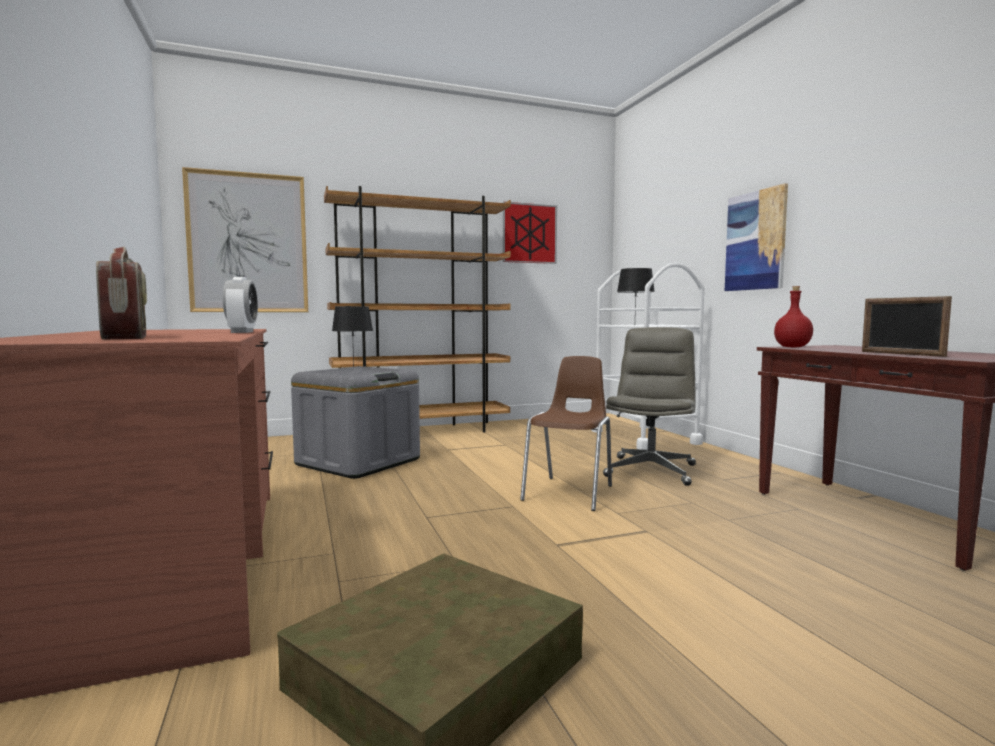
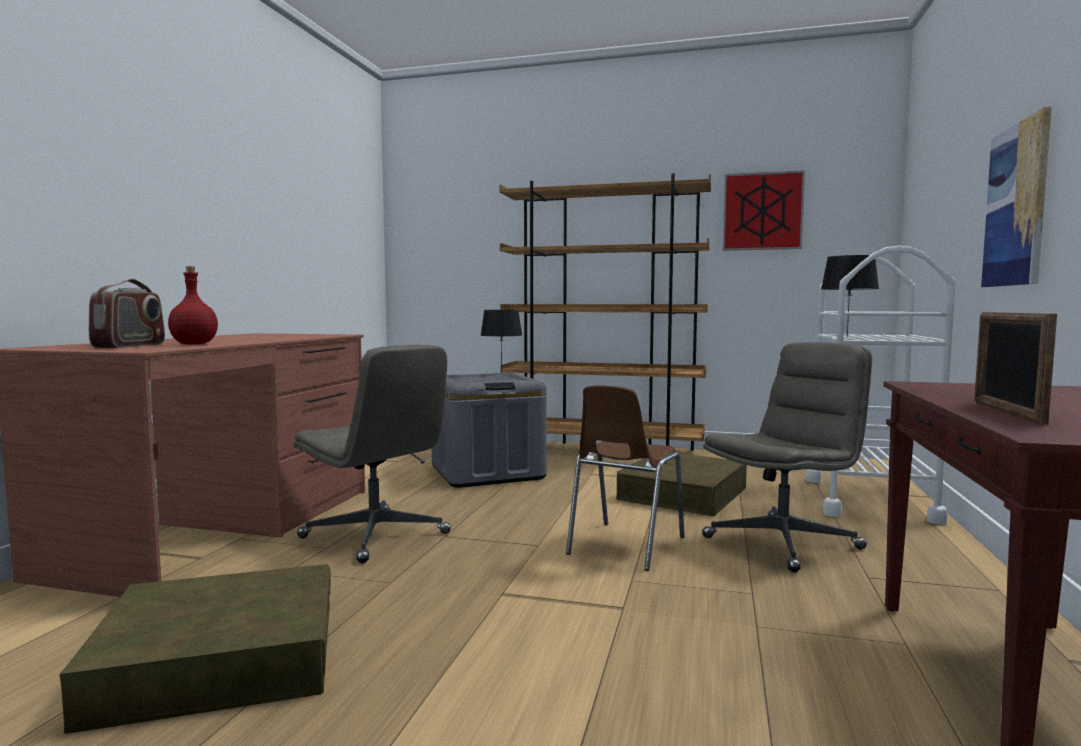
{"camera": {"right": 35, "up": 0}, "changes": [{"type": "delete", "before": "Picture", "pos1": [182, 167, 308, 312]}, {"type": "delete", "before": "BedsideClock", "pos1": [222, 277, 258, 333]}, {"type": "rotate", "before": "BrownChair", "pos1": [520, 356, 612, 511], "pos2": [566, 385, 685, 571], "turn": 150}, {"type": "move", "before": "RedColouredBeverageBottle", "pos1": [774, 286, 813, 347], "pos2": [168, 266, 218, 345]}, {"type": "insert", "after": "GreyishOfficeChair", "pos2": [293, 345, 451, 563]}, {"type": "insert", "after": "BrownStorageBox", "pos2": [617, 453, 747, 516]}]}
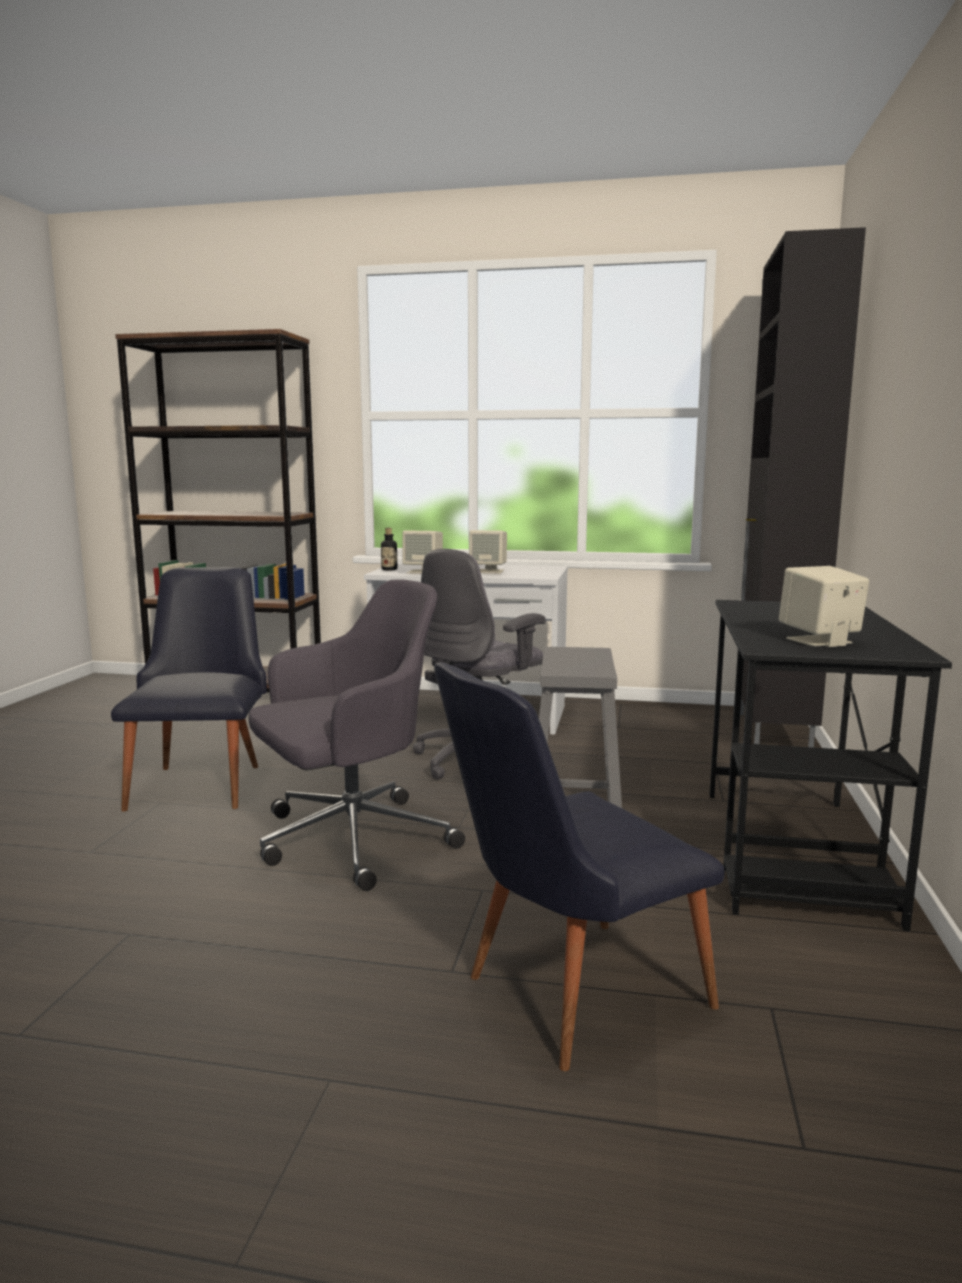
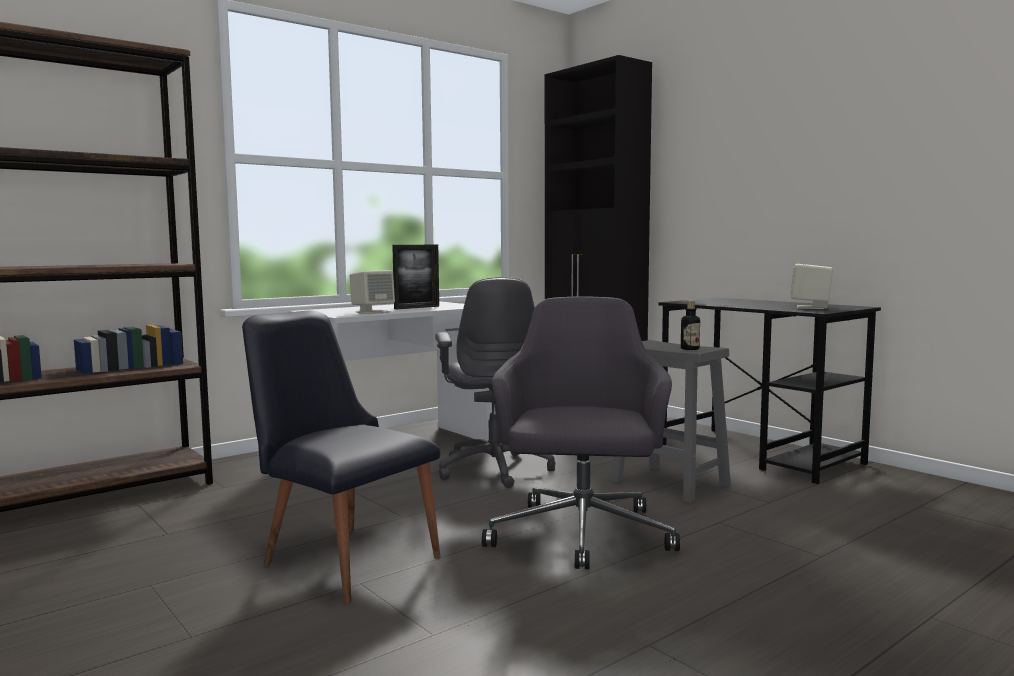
{"camera": {"right": -50, "up": -5}, "changes": [{"type": "move", "before": "BeverageBottle", "pos1": [381, 528, 397, 570], "pos2": [681, 301, 700, 350]}, {"type": "delete", "before": "BlackishChair", "pos1": [434, 662, 725, 1071]}, {"type": "replace", "before": "SandColouredSpeaker", "after": "PictureFrame", "pos1": [469, 530, 507, 574], "pos2": [392, 245, 439, 309]}]}
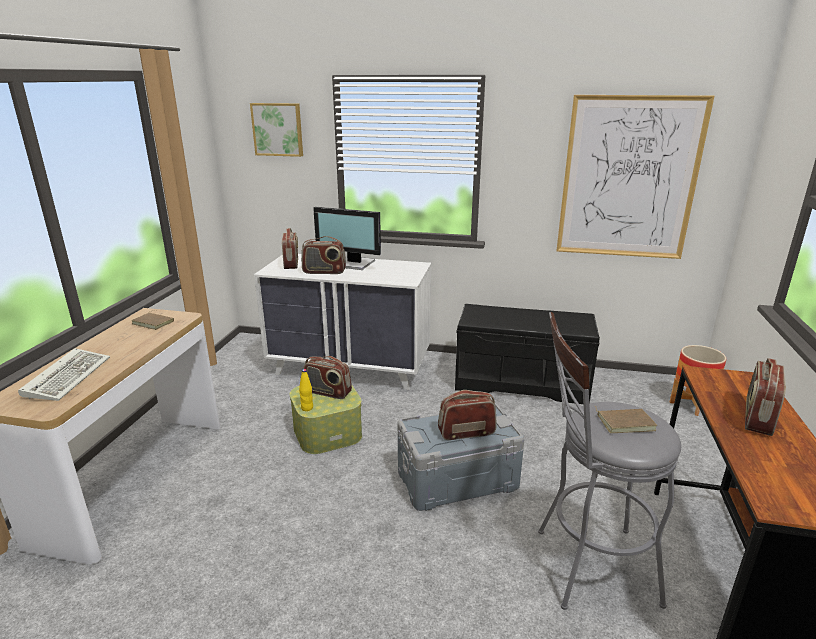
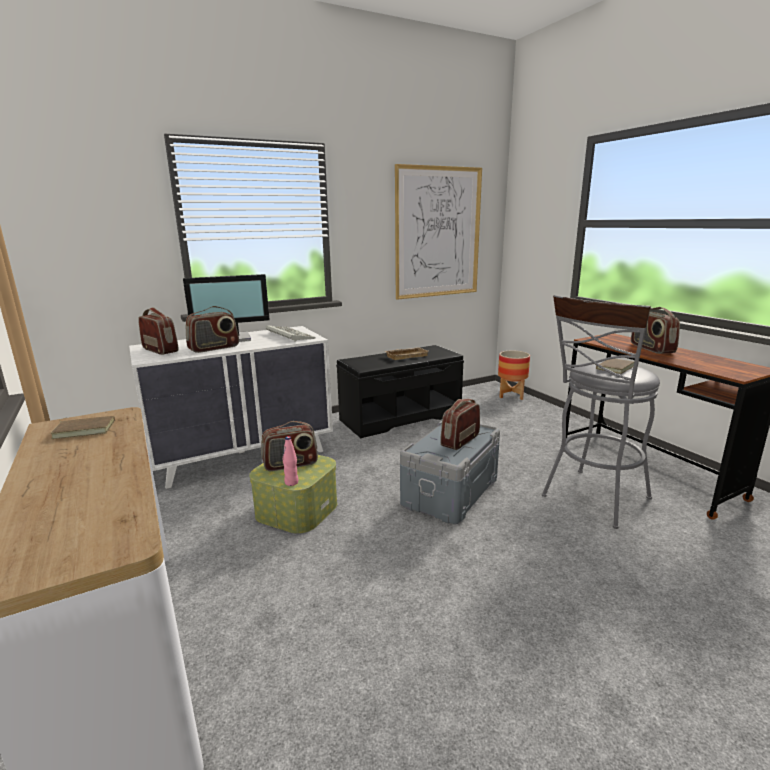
{"camera": {"right": -40, "up": -5}, "changes": [{"type": "move", "before": "ComputerKeyboard", "pos1": [18, 348, 110, 401], "pos2": [266, 325, 316, 342]}, {"type": "delete", "before": "Picture", "pos1": [250, 103, 303, 157]}, {"type": "recolor", "before": "YellowBeverageBottle", "after": "PinkishBeverageBottle", "pos1": [299, 369, 313, 411], "pos2": [283, 436, 298, 486]}, {"type": "insert", "after": "SandColouredCarryingTray", "pos2": [385, 347, 428, 360]}]}
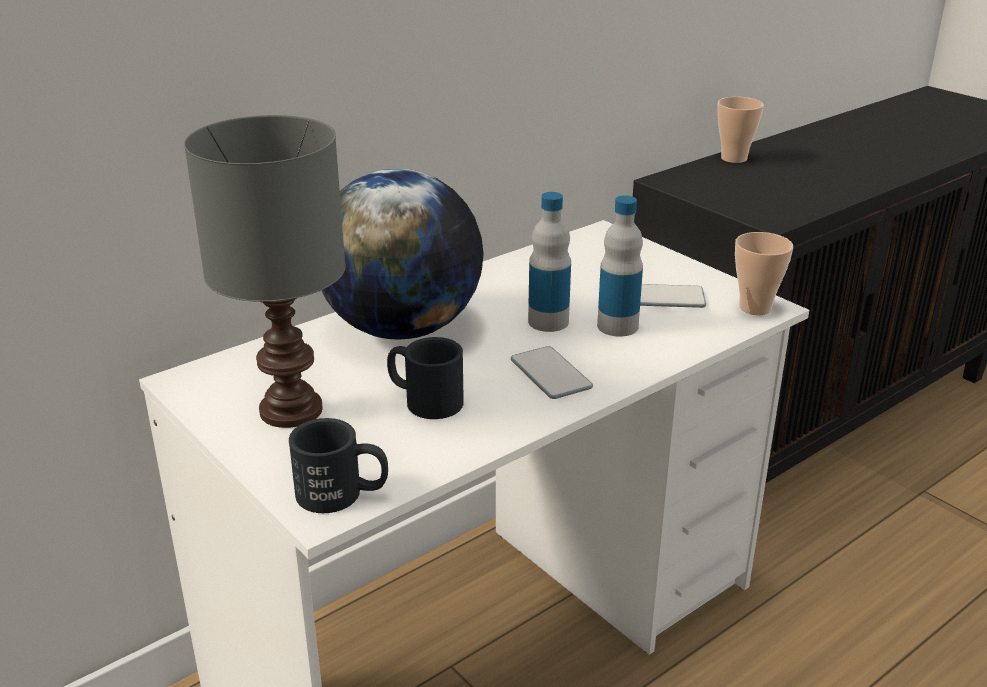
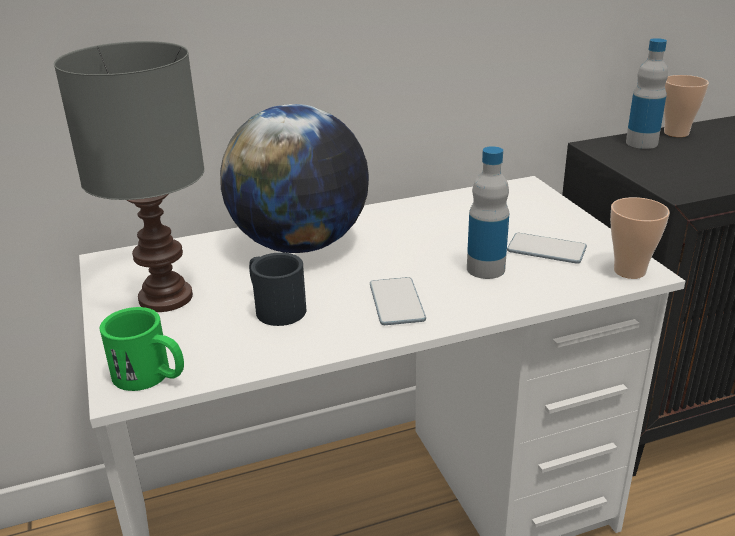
{"camera": {"right": 20, "up": 0}, "changes": [{"type": "recolor", "before": "BlackishTeaMug", "after": "GreenishTeaMug", "pos1": [289, 418, 388, 513], "pos2": [100, 307, 184, 391]}, {"type": "move", "before": "BeverageBottle", "pos1": [528, 192, 571, 332], "pos2": [626, 38, 668, 149]}]}
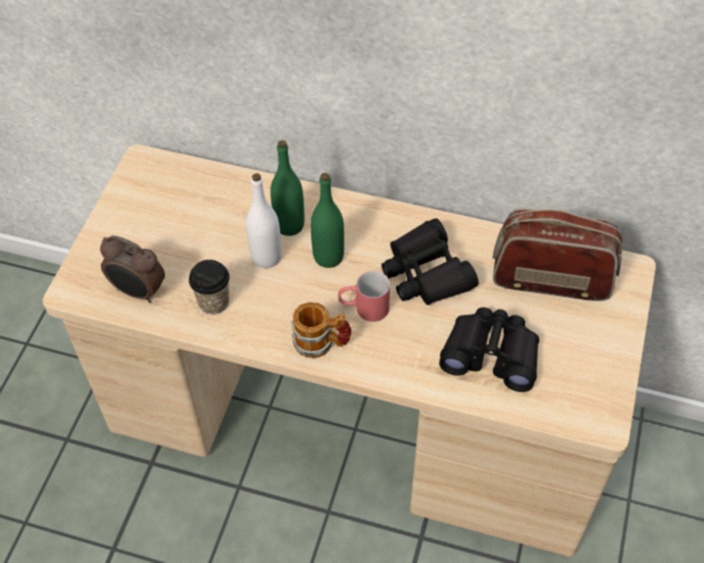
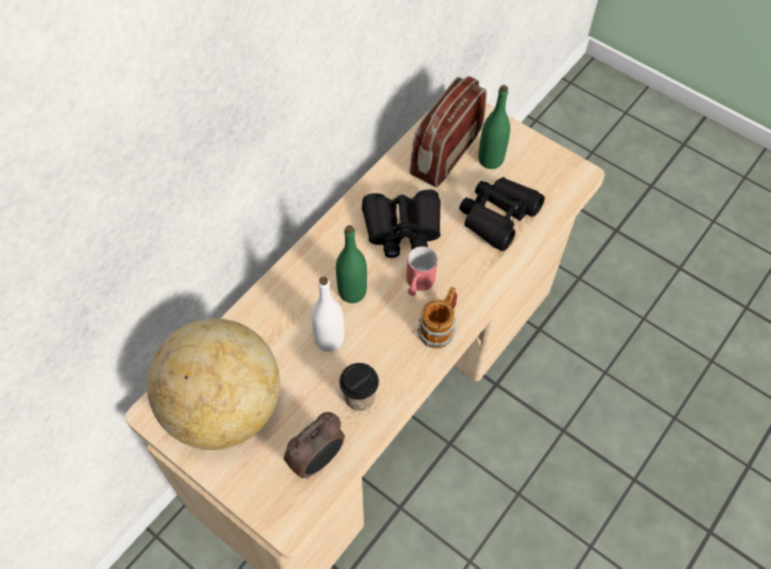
{"camera": {"right": -70, "up": 5}, "changes": [{"type": "move", "before": "GreenishBeverageBottle", "pos1": [270, 140, 304, 236], "pos2": [478, 85, 510, 169]}, {"type": "insert", "after": "DeskGlobe", "pos2": [147, 319, 280, 450]}]}
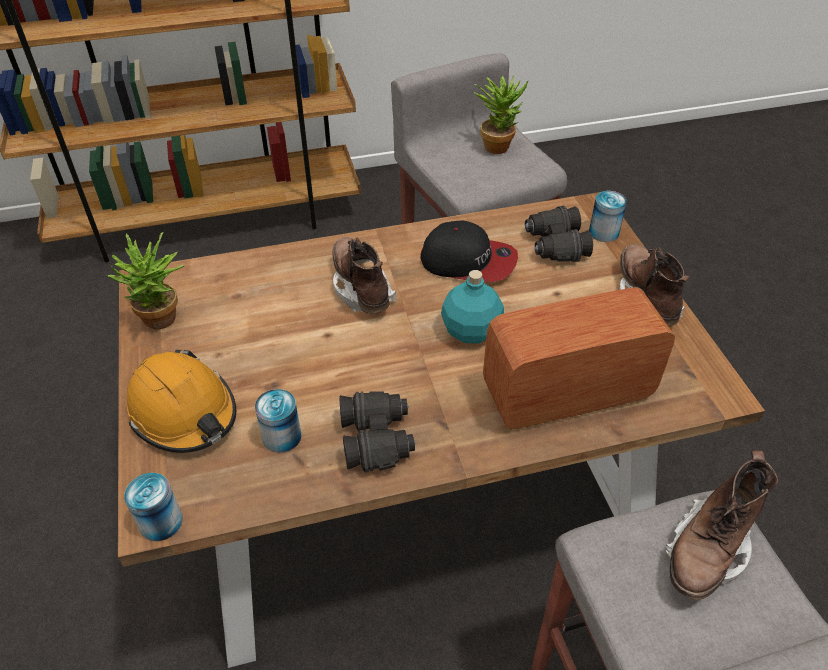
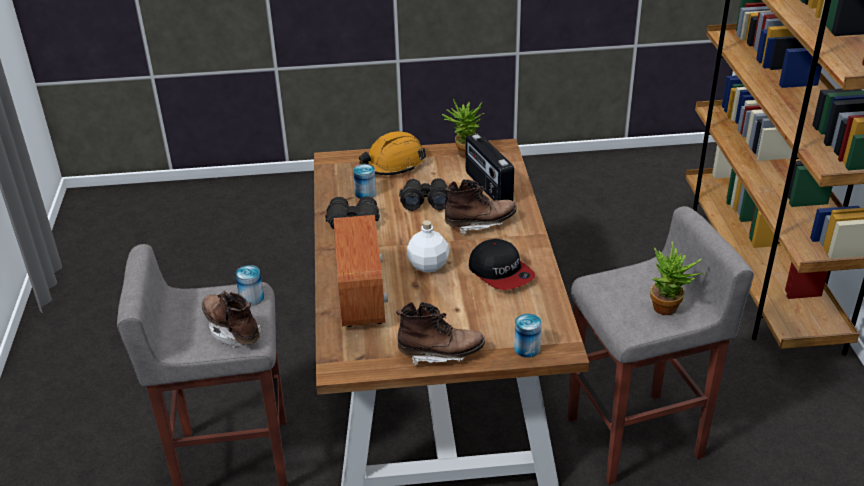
{"camera": {"right": 100, "up": -10}, "changes": [{"type": "move", "before": "SealedCan", "pos1": [124, 473, 183, 541], "pos2": [235, 265, 264, 306]}, {"type": "rotate", "before": "Cap", "pos1": [421, 221, 518, 282], "pos2": [469, 239, 535, 290], "turn": -60}, {"type": "recolor", "before": "BlueGreenBeverageBottle", "after": "WhiteBeverageBottle", "pos1": [441, 270, 504, 344], "pos2": [407, 220, 449, 273]}, {"type": "move", "before": "BlackishPairOfBinoculars", "pos1": [525, 206, 593, 262], "pos2": [399, 178, 448, 211]}, {"type": "insert", "after": "RadioReceiver", "pos2": [466, 133, 514, 201]}]}
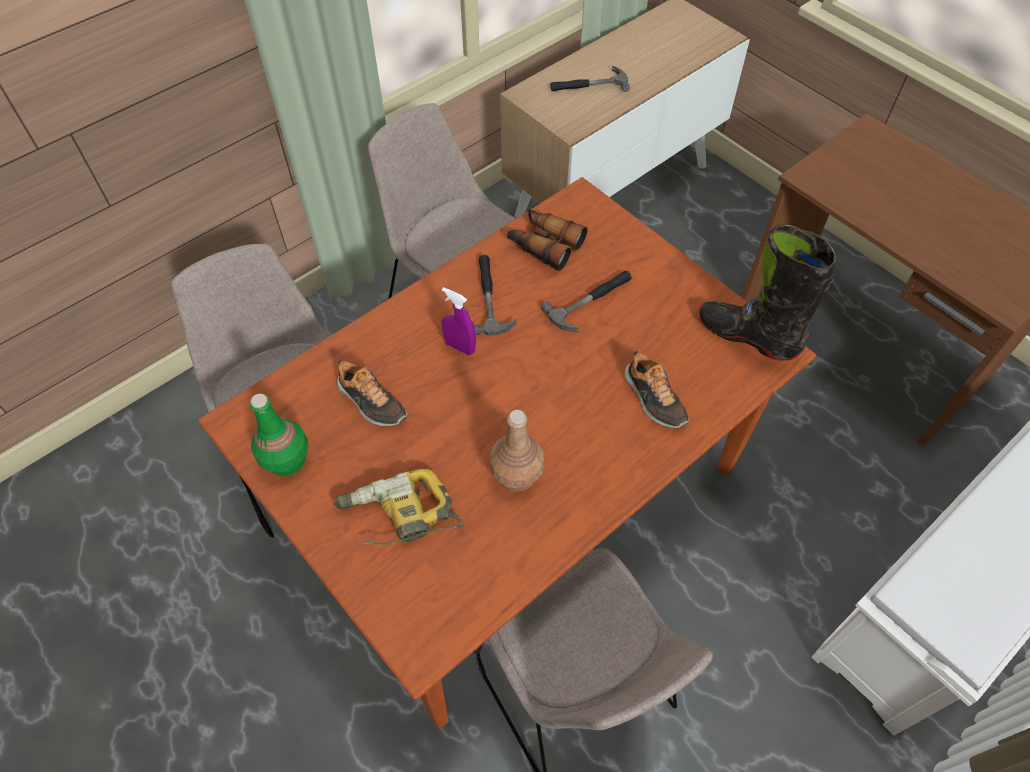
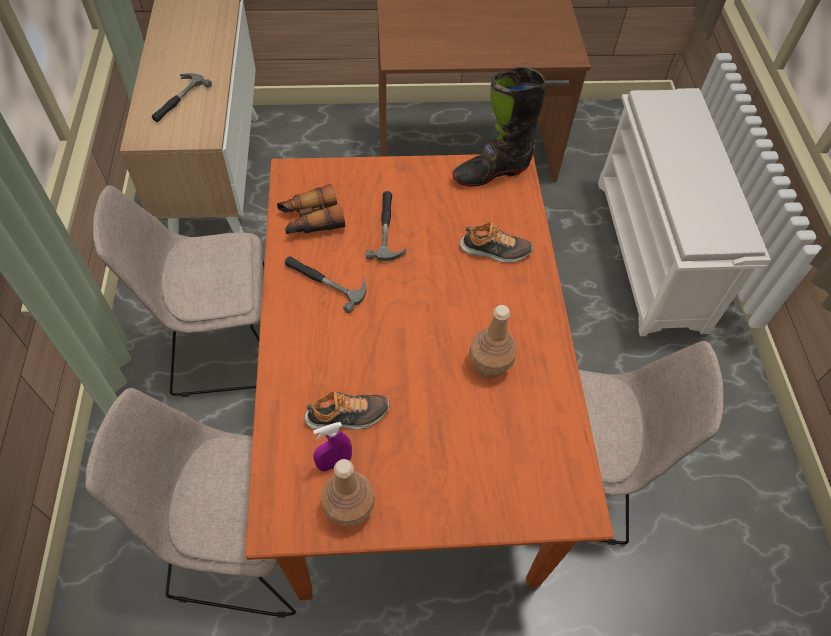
{"camera": {"right": -55, "up": 0}, "changes": [{"type": "recolor", "before": "GreenishBeverageBottle", "after": "BrownBeverageBottle", "pos1": [250, 394, 309, 476], "pos2": [321, 459, 375, 527]}, {"type": "delete", "before": "ElectricDrill", "pos1": [333, 469, 464, 545]}, {"type": "move", "before": "PurplishSprayBottle", "pos1": [442, 287, 476, 355], "pos2": [313, 422, 352, 472]}]}
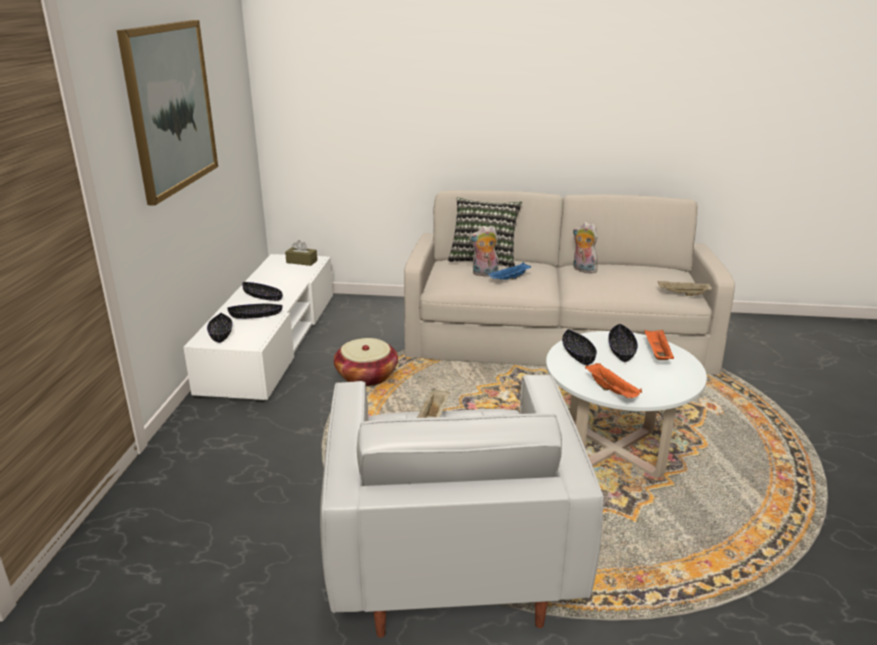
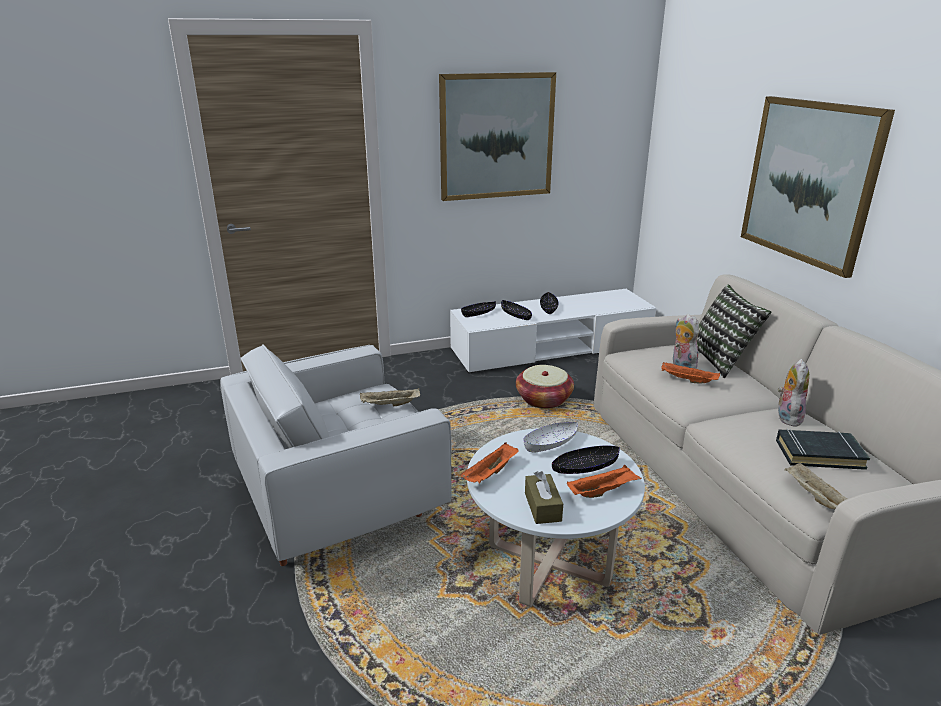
{"camera": {"right": 65, "up": 0}, "changes": [{"type": "move", "before": "BrownBoxOfTissues", "pos1": [285, 240, 317, 266], "pos2": [525, 471, 563, 524]}, {"type": "recolor", "before": "BluishCarryingTray", "after": "OrangeyCarryingTray", "pos1": [487, 262, 531, 280], "pos2": [661, 362, 720, 383]}, {"type": "recolor", "before": "BlackishBowl", "after": "WhiteBowl", "pos1": [562, 329, 597, 366], "pos2": [524, 422, 578, 453]}, {"type": "insert", "after": "Picture", "pos2": [741, 96, 895, 278]}, {"type": "insert", "after": "BlackishBook", "pos2": [776, 429, 870, 470]}]}
